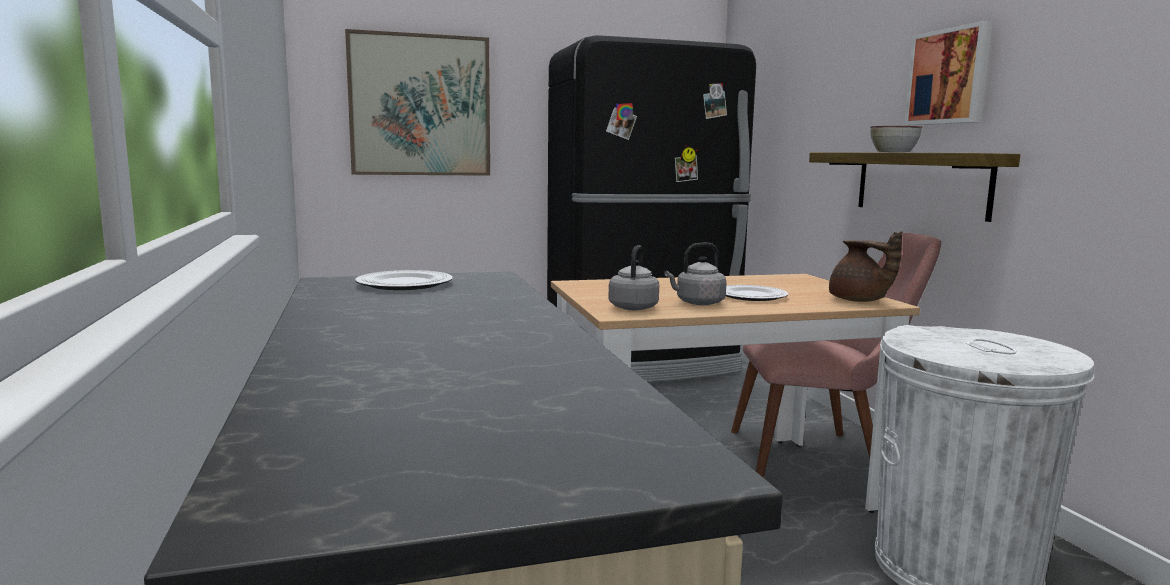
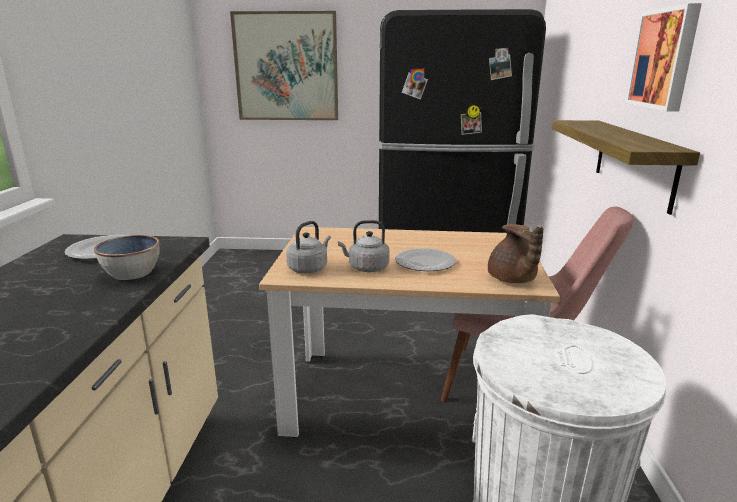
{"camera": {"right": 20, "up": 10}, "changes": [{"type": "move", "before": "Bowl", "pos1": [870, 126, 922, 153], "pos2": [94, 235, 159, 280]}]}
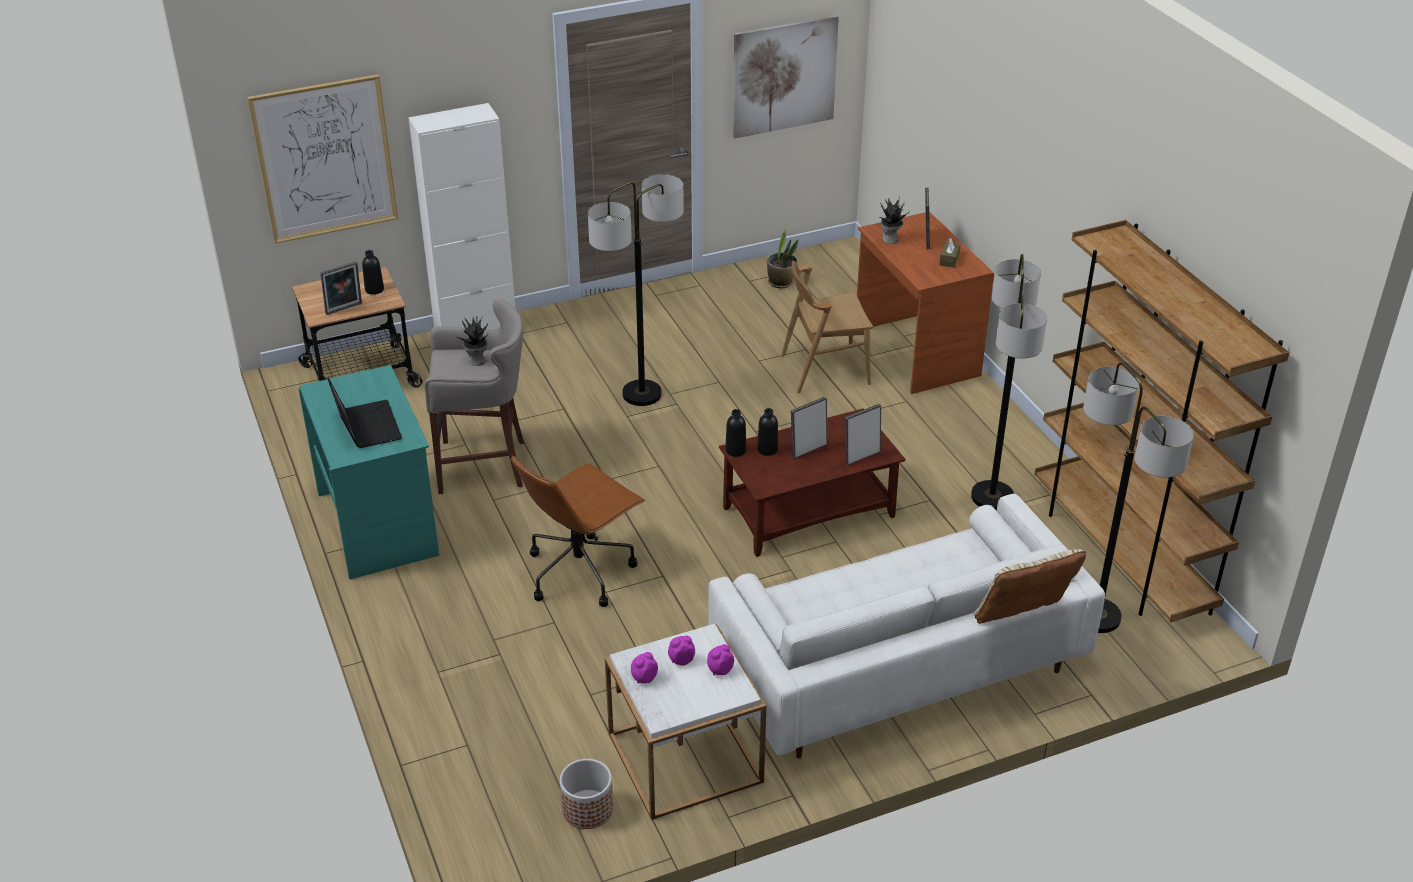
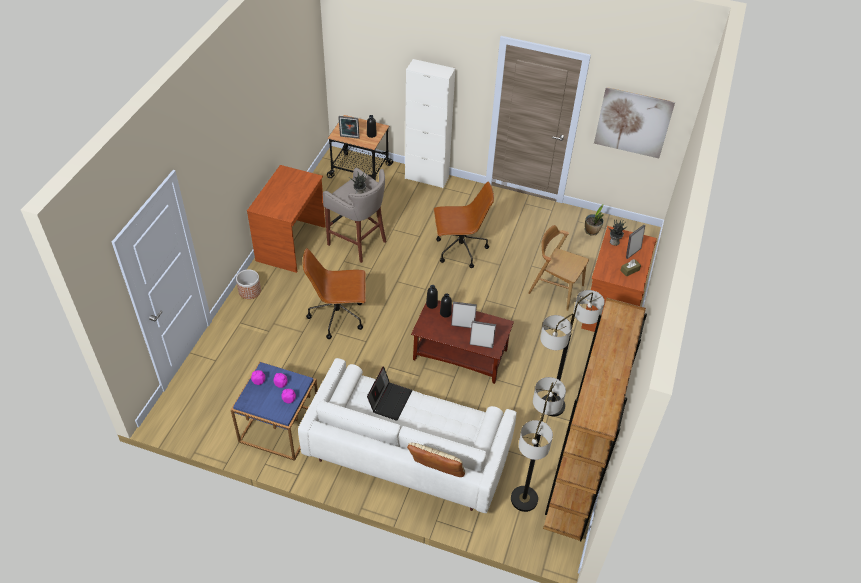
{"camera": {"right": 40, "up": 10}, "changes": [{"type": "delete", "before": "Picture", "pos1": [247, 74, 398, 244]}, {"type": "recolor", "before": "BlueGreenDesk", "after": "BrownDesk", "pos1": [298, 365, 439, 579], "pos2": [247, 165, 325, 273]}, {"type": "move", "before": "NotebookComputer", "pos1": [327, 377, 402, 448], "pos2": [367, 366, 412, 421]}, {"type": "move", "before": "PlantPot", "pos1": [560, 759, 613, 829], "pos2": [236, 269, 261, 299]}, {"type": "replace", "before": "FloorLamp", "after": "BrownOfficeChair", "pos1": [588, 174, 684, 406], "pos2": [434, 182, 494, 268]}, {"type": "recolor", "before": "WhiteEndTable", "after": "BluishEndTable", "pos1": [605, 624, 767, 820], "pos2": [231, 362, 318, 461]}]}
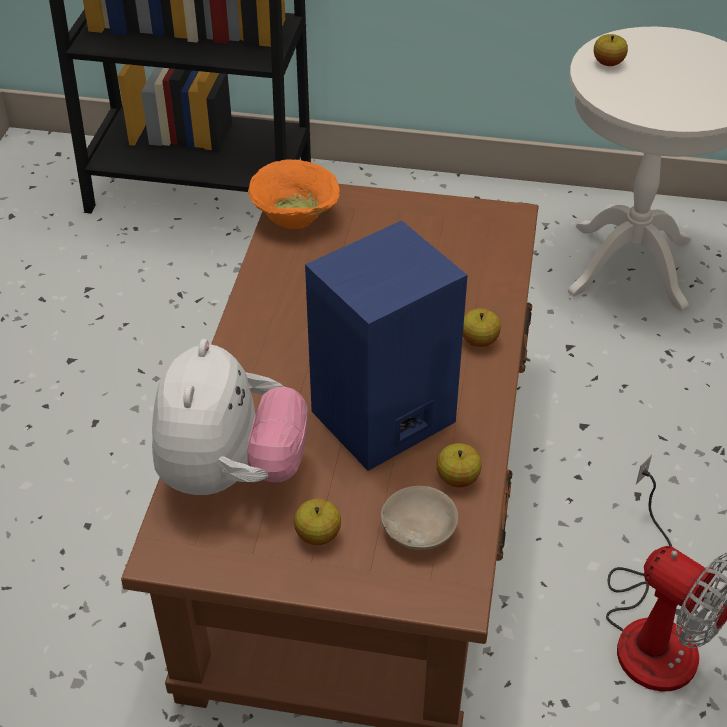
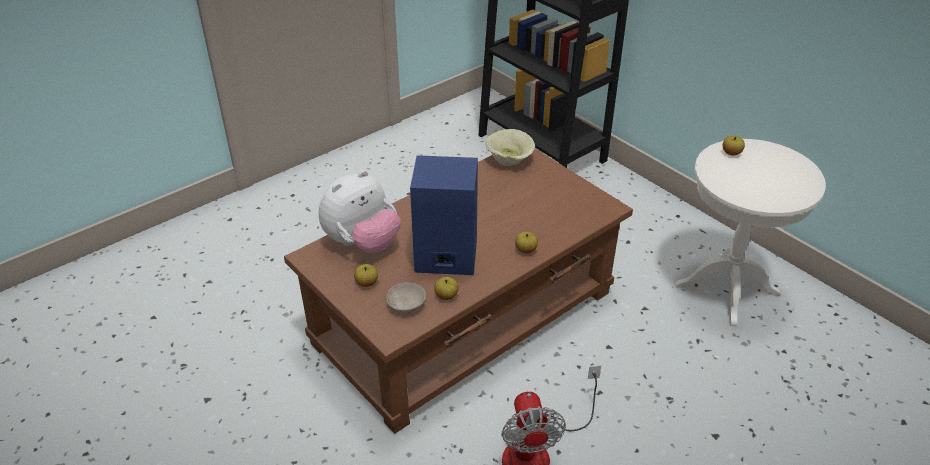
{"camera": {"right": 40, "up": -5}, "changes": [{"type": "recolor", "before": "OrangeyBowl", "after": "SandColouredBowl", "pos1": [248, 159, 340, 229], "pos2": [485, 129, 535, 166]}]}
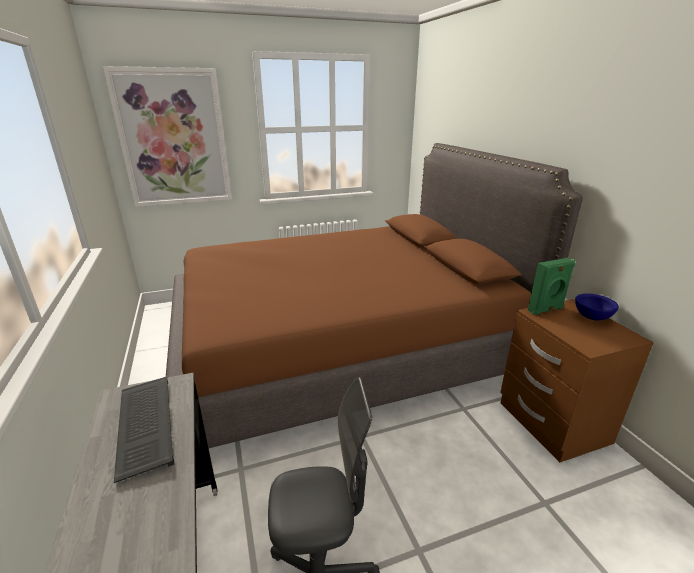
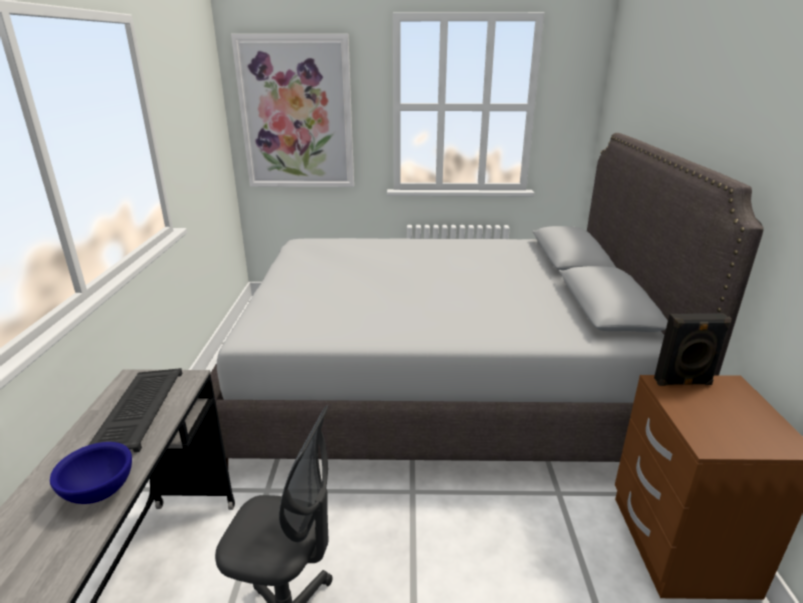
{"camera": {"right": 20, "up": 0}, "changes": [{"type": "recolor", "before": "BrownBed", "after": "GreyishBed", "pos1": [166, 143, 583, 448], "pos2": [210, 133, 764, 467]}, {"type": "recolor", "before": "GreenishSpeaker", "after": "BlackishSpeaker", "pos1": [528, 258, 575, 315], "pos2": [654, 313, 732, 386]}, {"type": "move", "before": "BluishBowl", "pos1": [575, 293, 619, 320], "pos2": [50, 442, 132, 504]}]}
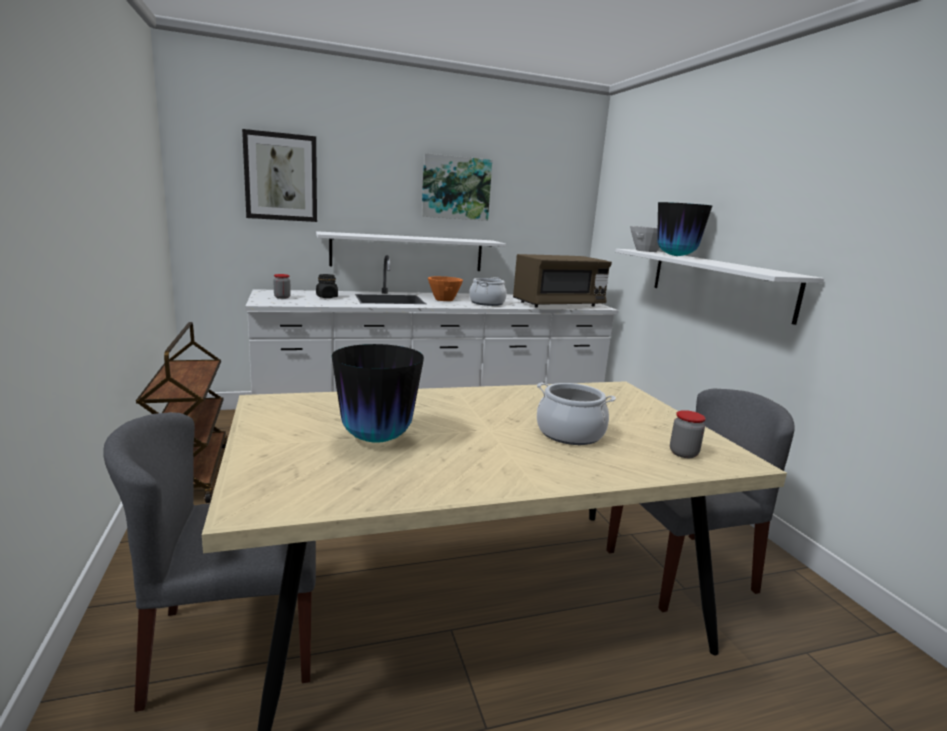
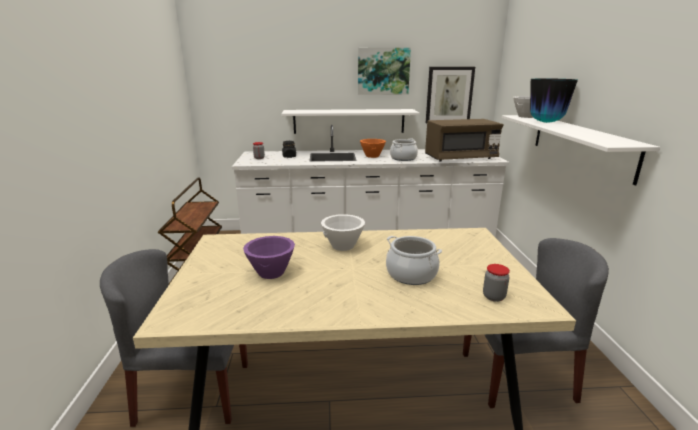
{"camera": {"right": 15, "up": 5}, "changes": [{"type": "move", "before": "Picture", "pos1": [242, 129, 317, 222], "pos2": [426, 67, 475, 124]}, {"type": "replace", "before": "FlowerVase", "after": "PurplishBowl", "pos1": [332, 344, 424, 443], "pos2": [243, 236, 295, 279]}, {"type": "insert", "after": "WhiteBowl", "pos2": [321, 214, 365, 251]}]}
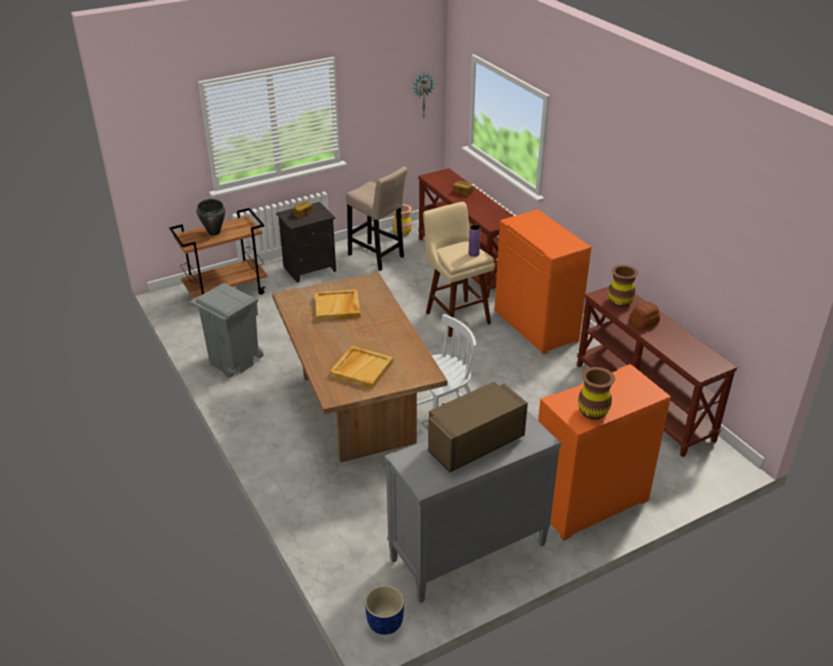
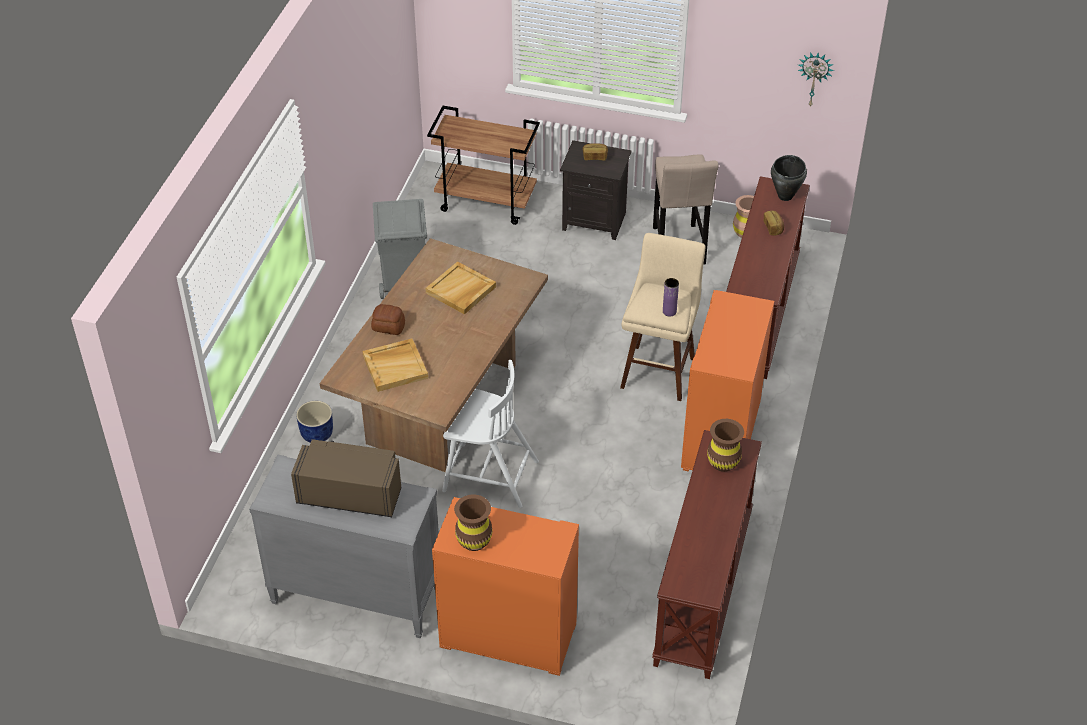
{"camera": {"right": 45, "up": 10}, "changes": [{"type": "move", "before": "BlackishCookingPot", "pos1": [196, 199, 226, 235], "pos2": [771, 155, 807, 201]}, {"type": "move", "before": "BluishPlantPot", "pos1": [365, 585, 404, 635], "pos2": [296, 401, 333, 443]}, {"type": "move", "before": "BakeryBread", "pos1": [629, 302, 660, 330], "pos2": [371, 304, 405, 335]}]}
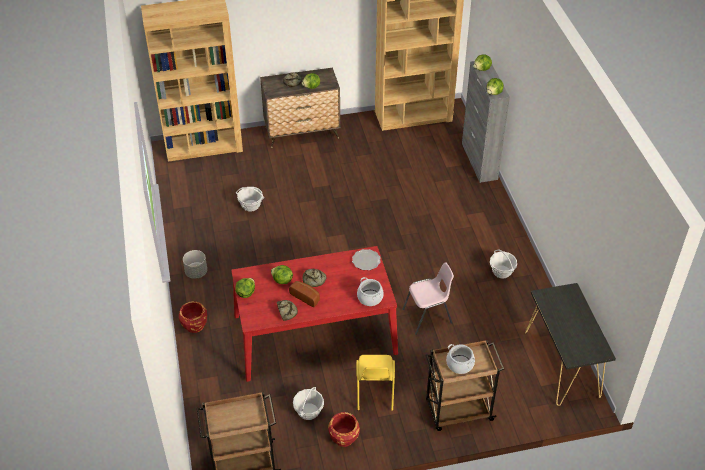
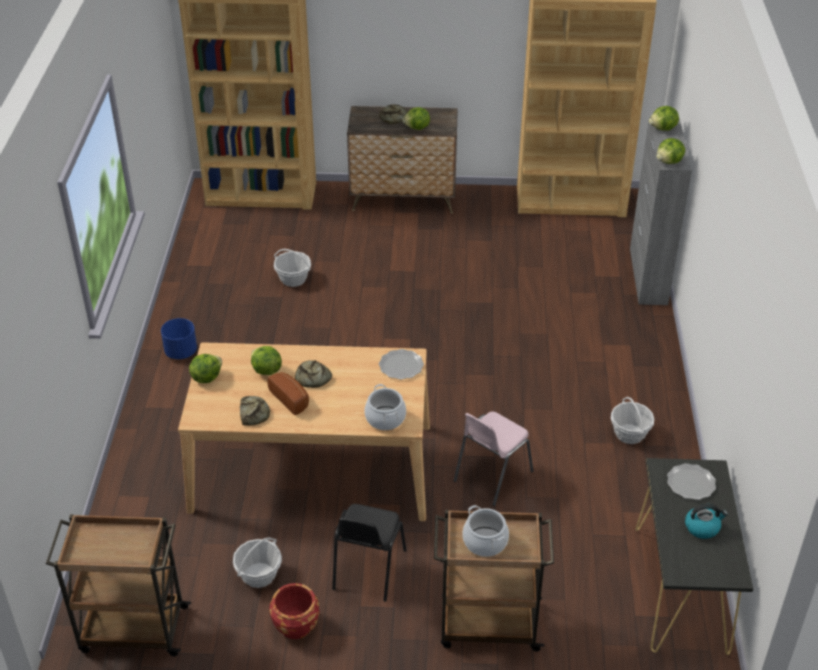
{"camera": {"right": 15, "up": -5}, "changes": [{"type": "delete", "before": "RedColouredPlantPot", "pos1": [179, 301, 207, 333]}, {"type": "recolor", "before": "GreyishPlantPot", "after": "BluishPlantPot", "pos1": [183, 250, 207, 279], "pos2": [161, 318, 197, 359]}, {"type": "recolor", "before": "RedColouredDiningTable", "after": "SandColouredDiningTable", "pos1": [231, 246, 398, 382], "pos2": [178, 342, 430, 521]}, {"type": "recolor", "before": "YellowChair", "after": "BlackishChair", "pos1": [356, 355, 395, 411], "pos2": [332, 504, 406, 602]}, {"type": "rotate", "before": "PinkishChair", "pos1": [403, 262, 454, 335], "pos2": [454, 411, 533, 506], "turn": 135}, {"type": "insert", "after": "FlatDish", "pos2": [667, 463, 716, 500]}, {"type": "insert", "after": "WaterKettle", "pos2": [685, 504, 728, 539]}]}
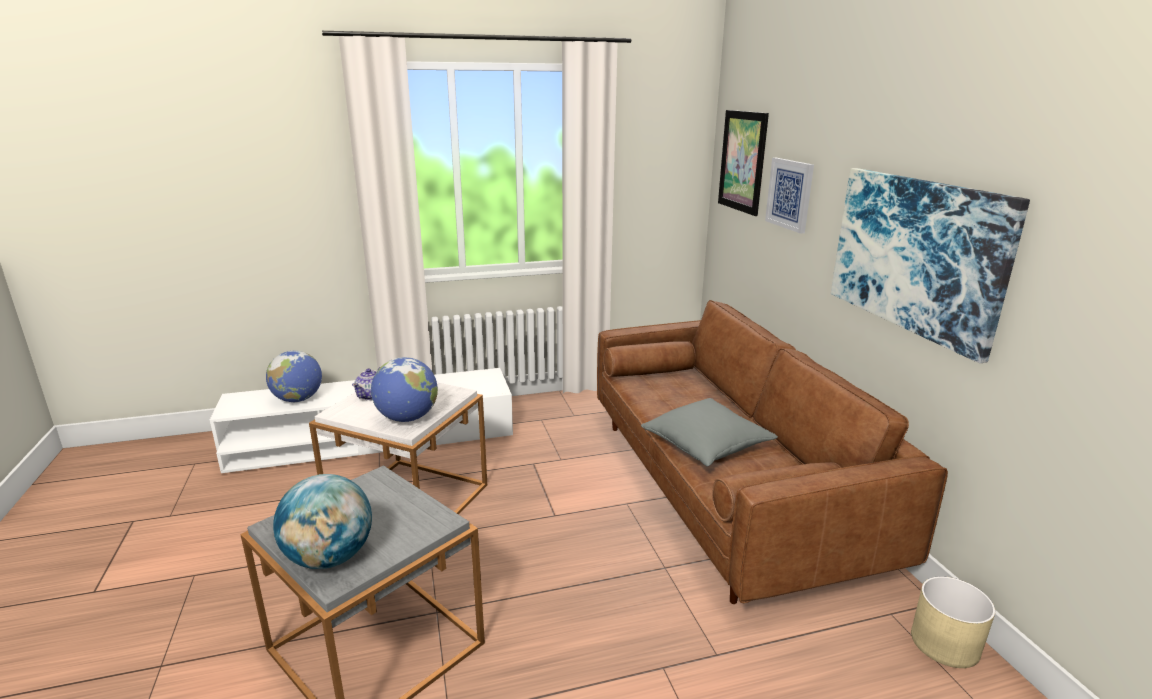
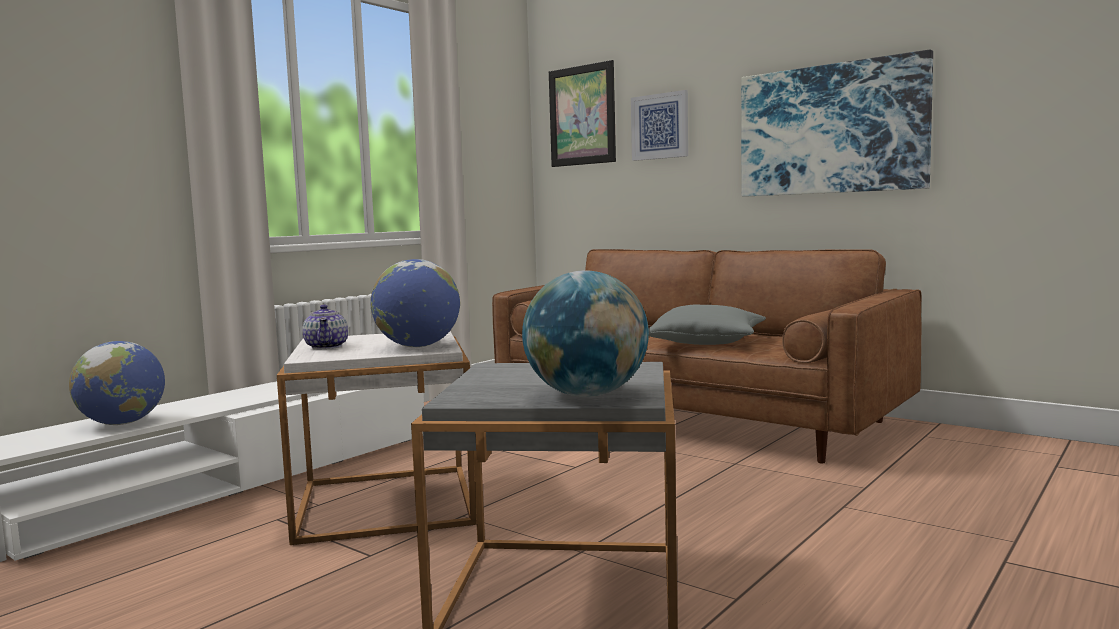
{"camera": {"right": -35, "up": -15}, "changes": [{"type": "delete", "before": "SandColouredPlantPot", "pos1": [911, 576, 995, 668]}]}
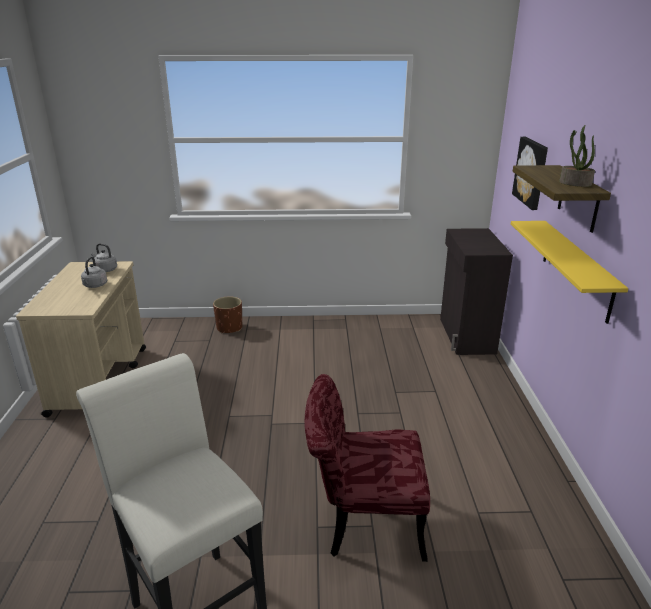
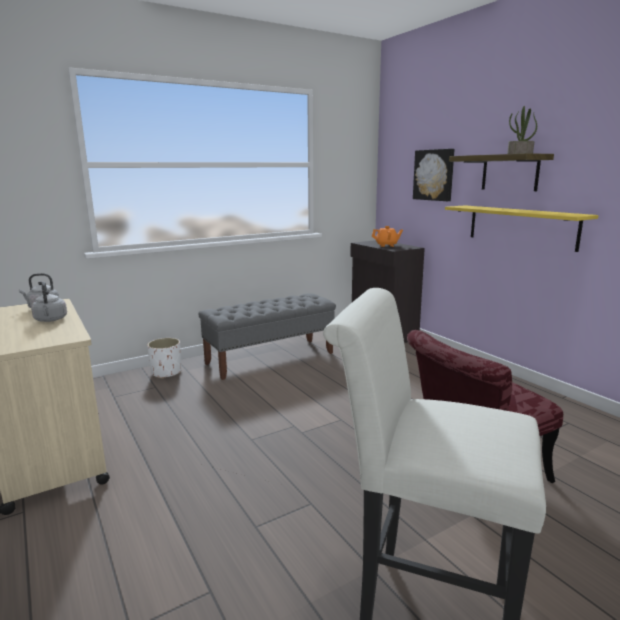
{"camera": {"right": -30, "up": -10}, "changes": [{"type": "recolor", "before": "BrownPlantPot", "after": "WhitePlantPot", "pos1": [213, 296, 242, 333], "pos2": [147, 338, 181, 379]}, {"type": "insert", "after": "GreyishIndoorBench", "pos2": [198, 293, 336, 380]}, {"type": "insert", "after": "OrangeyPotForTea", "pos2": [372, 226, 403, 247]}]}
